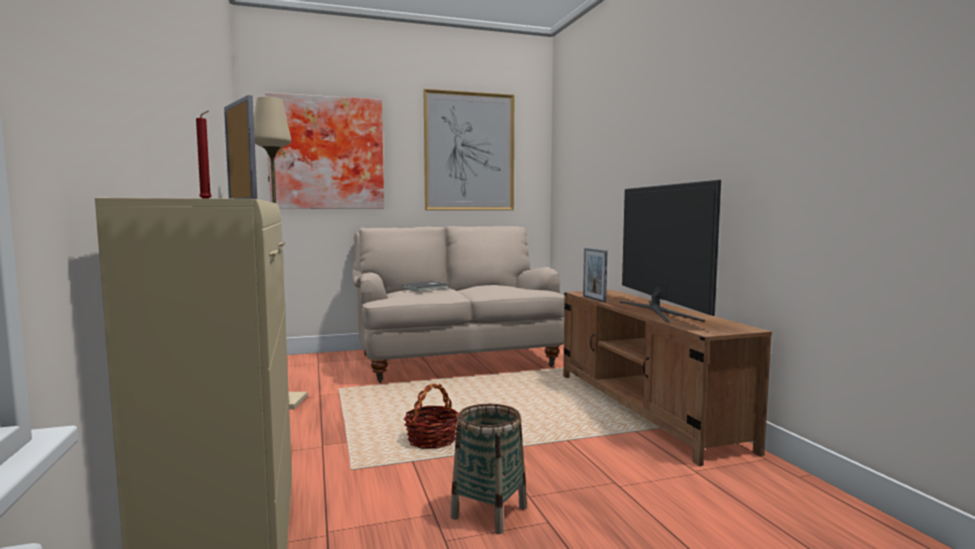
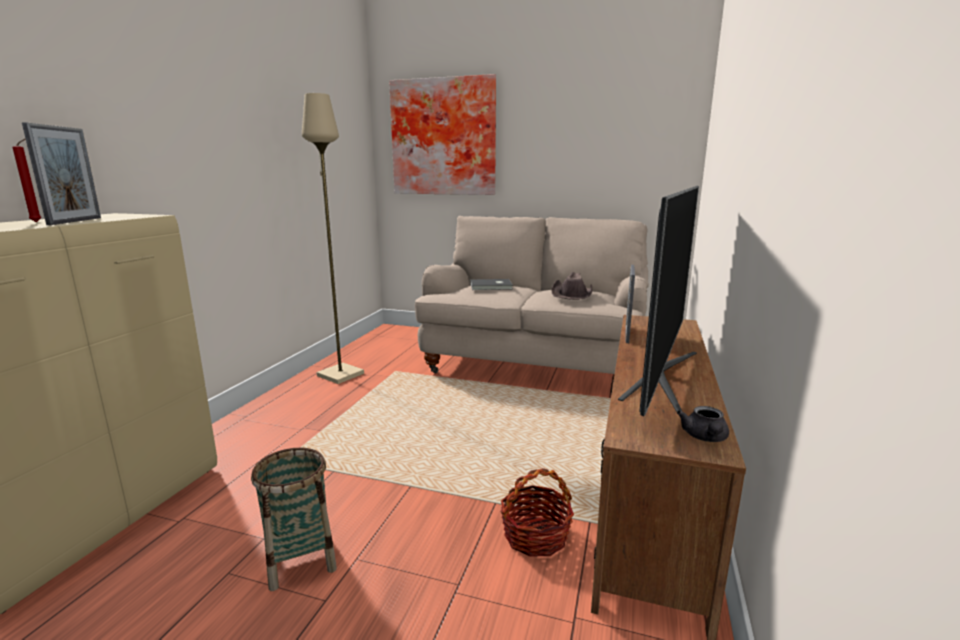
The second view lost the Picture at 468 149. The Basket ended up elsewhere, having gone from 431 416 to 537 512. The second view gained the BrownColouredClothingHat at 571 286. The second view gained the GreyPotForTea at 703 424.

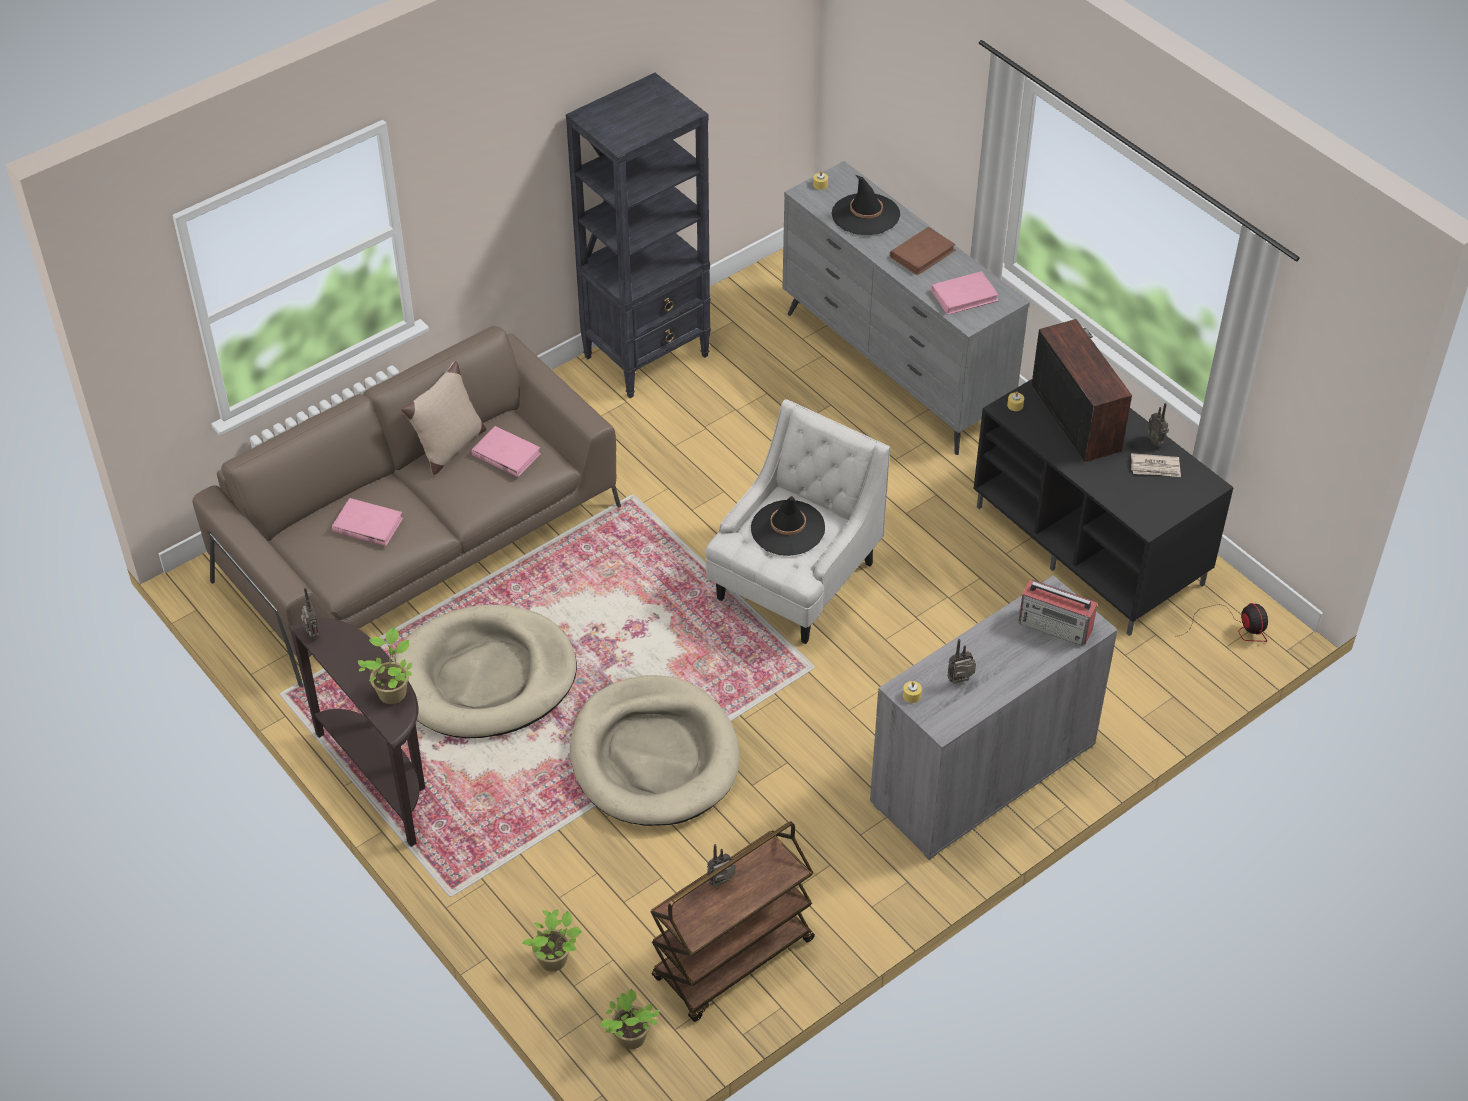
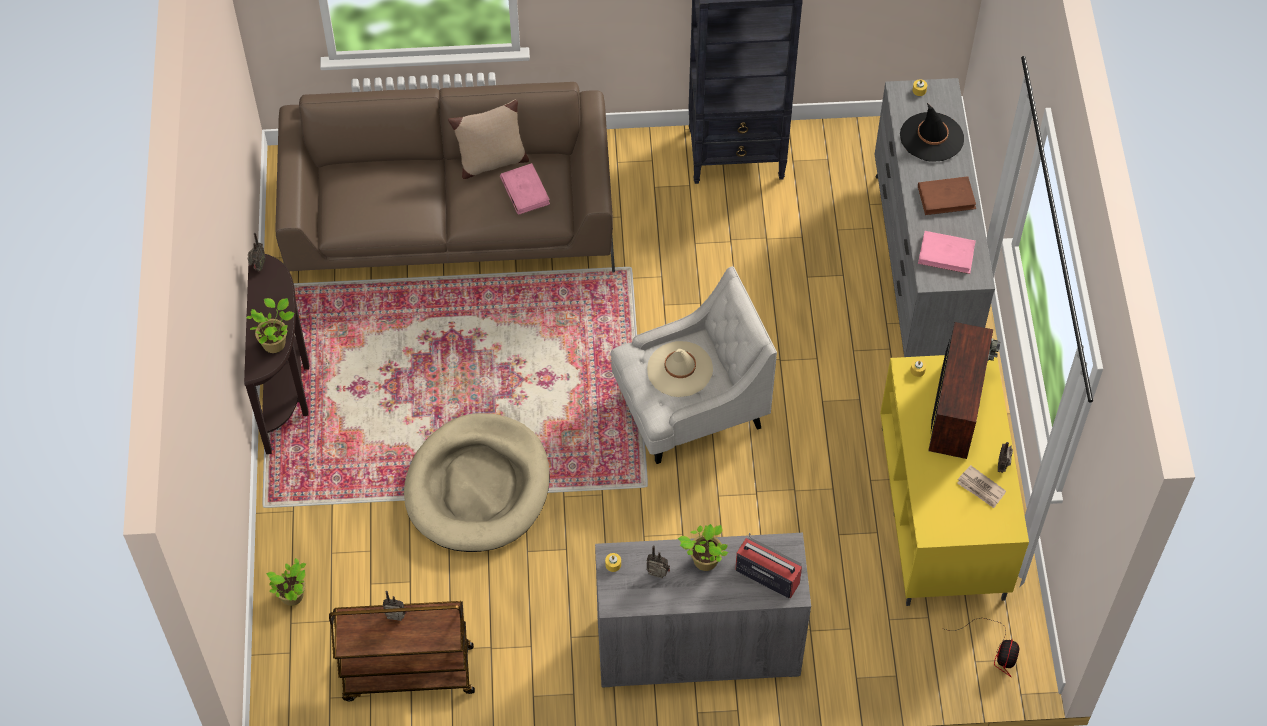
What was the BlackColouredMediaConsole at 1104 507 turned into the YellowMediaConsole at 954 479. What was the BlackColouredClothingHat at 788 526 turned into the SandColouredClothingHat at 680 369. The second view lost the PinkBoundBook at 367 522. The RadioReceiver at 1058 613 ended up facing another way, 150 degrees clockwise from before. The second view lost the SandColouredDogBed at 485 671. The PlantInAPot ended up elsewhere, having gone from 629 1019 to 703 547.

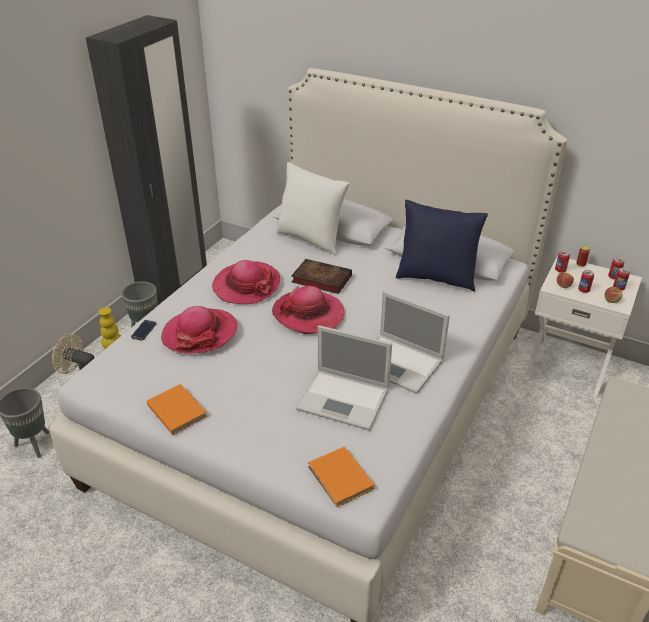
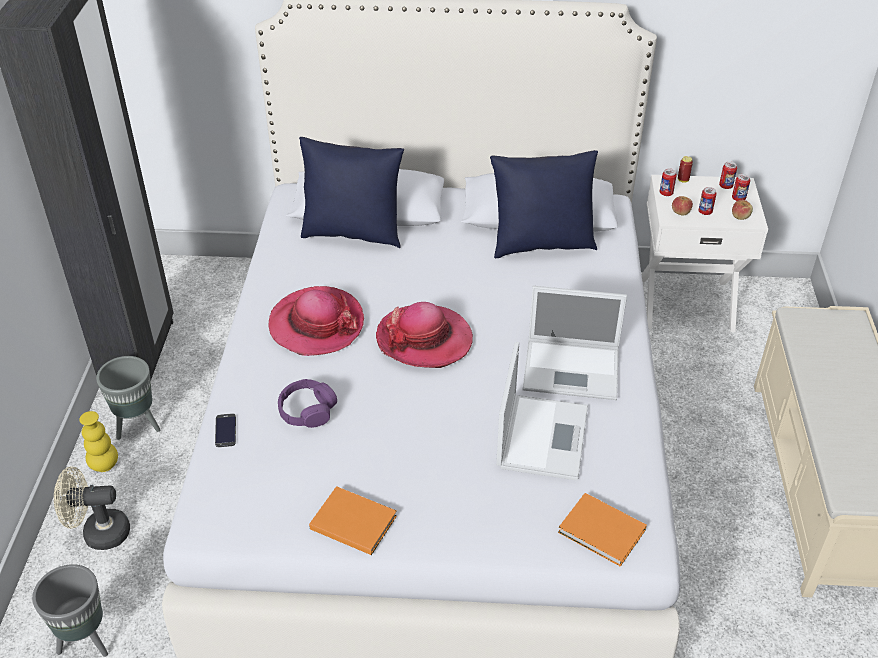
What was the WhitishCushion at 313 208 turned into the BlueColouredCushion at 351 192. The second view lost the BoundBook at 321 276. Where the ClothingHat stood at 199 330, the PurplishPairOfHeadphones came to stand at 307 403. The PortableComputer at 344 378 ended up facing another way, 75 degrees counterclockwise from before.

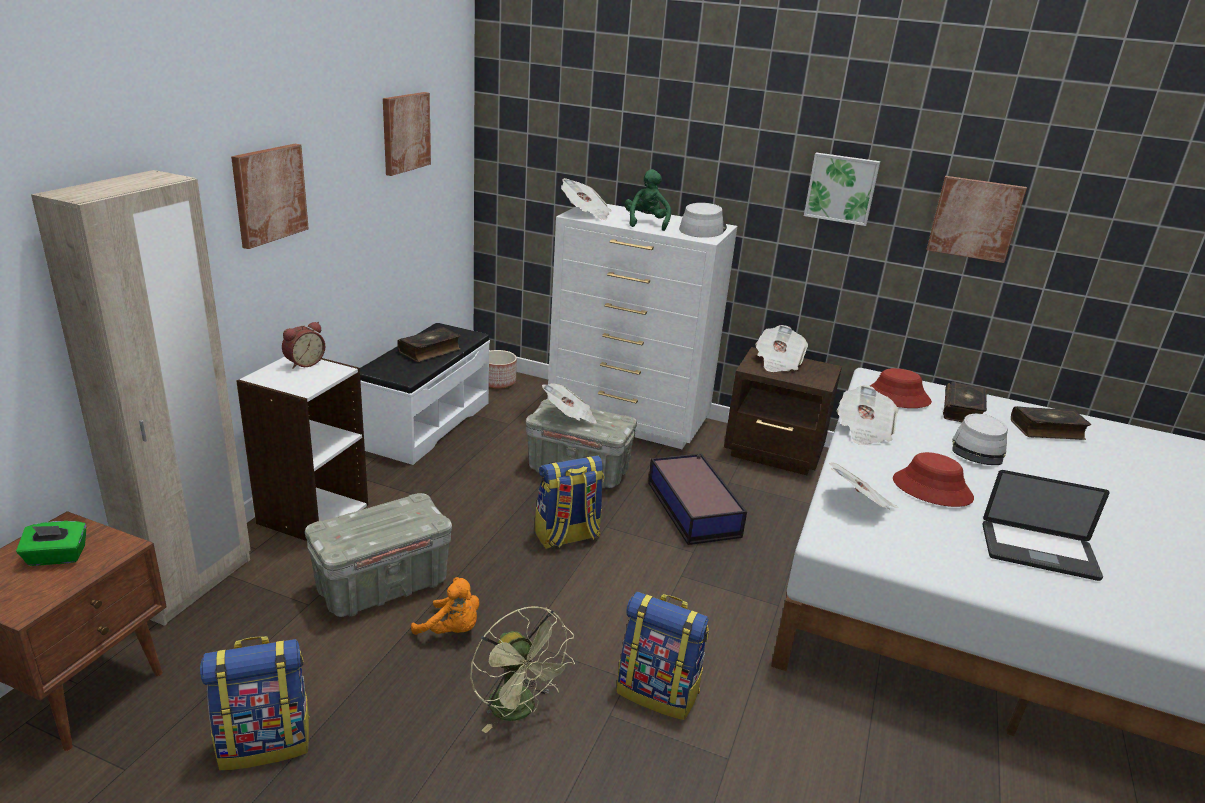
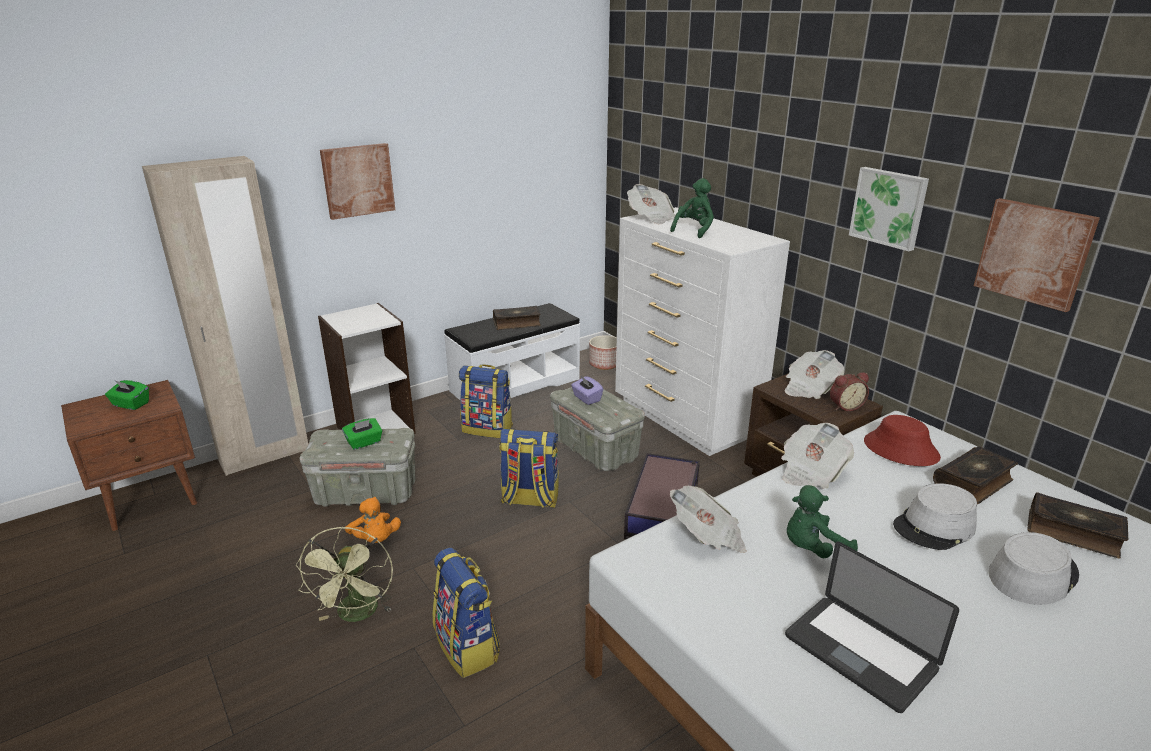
The second view lost the Picture at 407 134. The GreyClothingHat ended up elsewhere, having gone from 703 220 to 1034 568. The BedsideClock ended up elsewhere, having gone from 303 345 to 849 391. Where the DailyPaper stood at 569 403, the PurplishTissueBox came to stand at 587 390. Where the ReddishClothingHat stood at 933 479, the GreenColouredPlushToy came to stand at 822 521. The Rucksack ended up elsewhere, having gone from 255 703 to 486 401. The second view gained the GreenColouredTissueBox at 362 434.

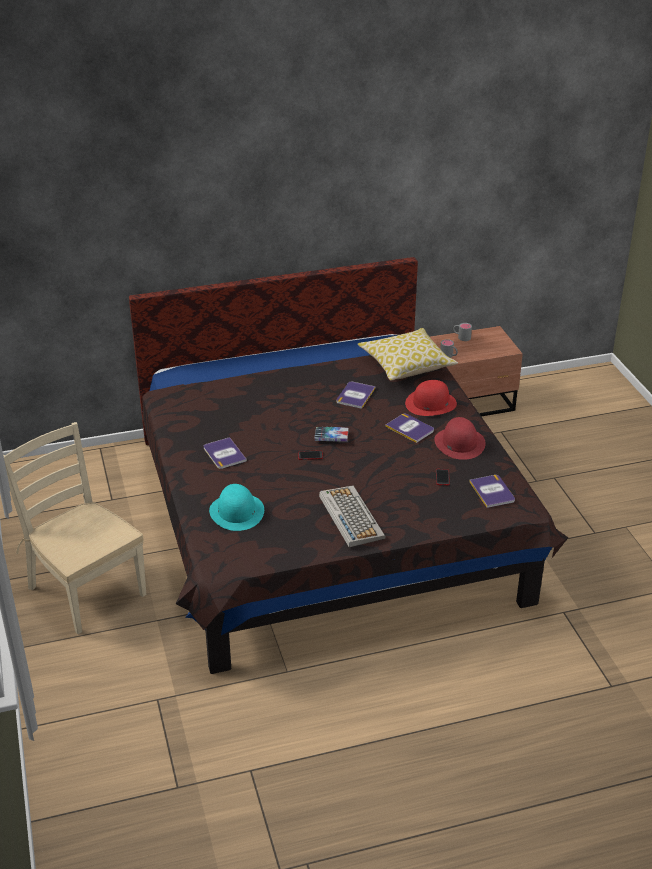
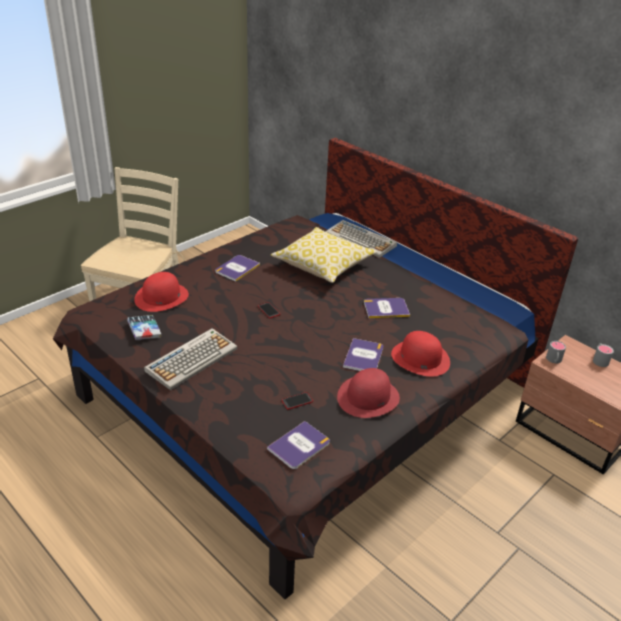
The Cushion ended up elsewhere, having gone from 407 354 to 324 255. The BoundBook ended up elsewhere, having gone from 331 434 to 144 327. What was the TurquoiseClothingHat at 236 507 turned into the ReddishClothingHat at 161 292. The second view gained the Keyboard at 361 239.

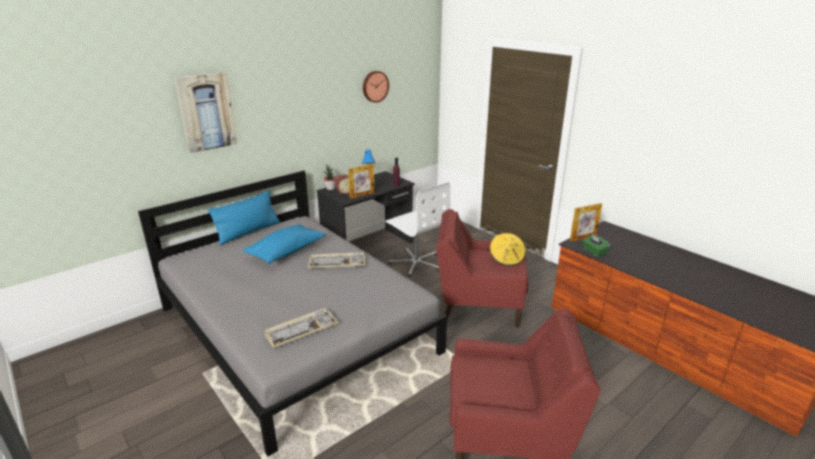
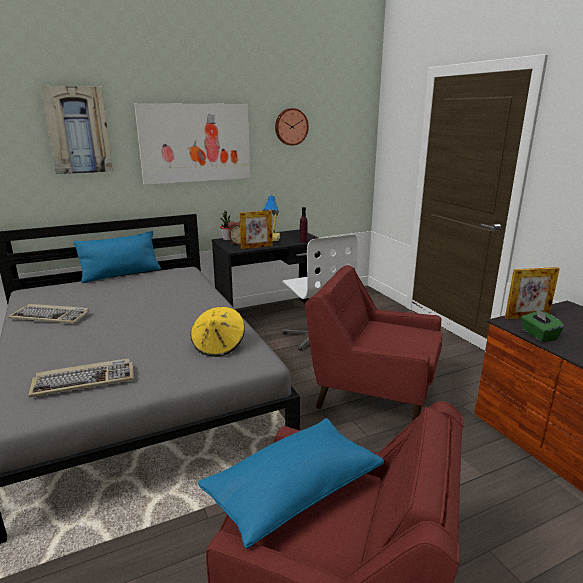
The BlueColouredCushion ended up elsewhere, having gone from 284 244 to 291 483. The YellowClothingHat ended up elsewhere, having gone from 508 249 to 218 332. The Keyboard ended up elsewhere, having gone from 337 260 to 48 314. The second view gained the Picture at 192 144.

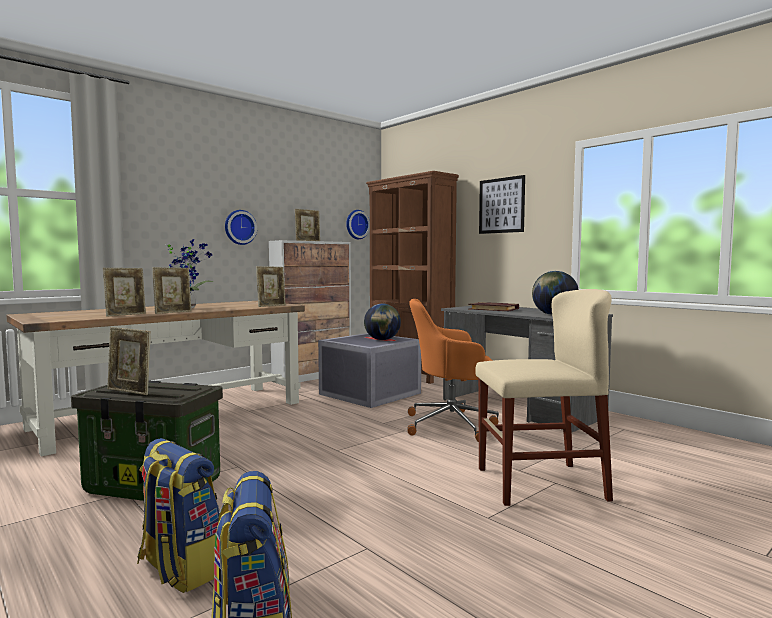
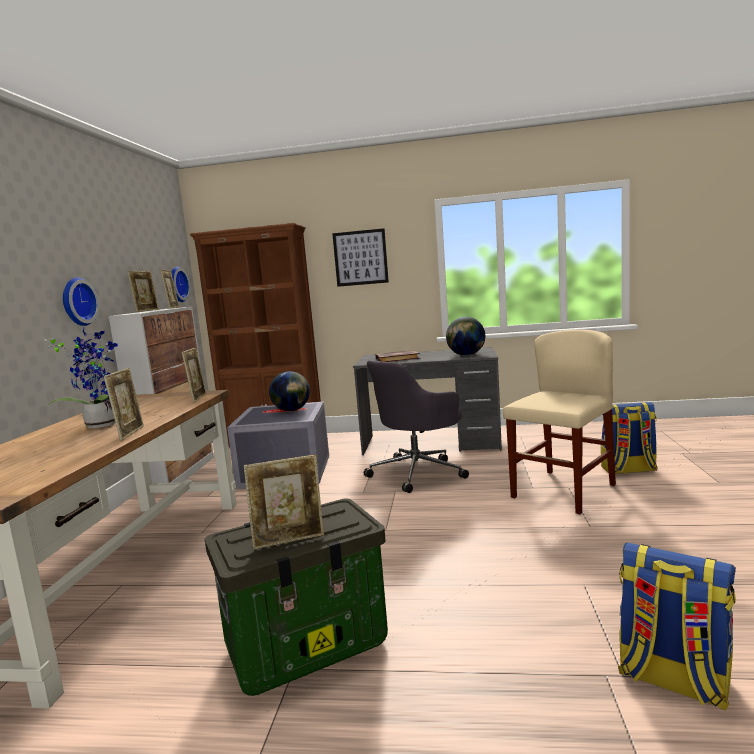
The StandingFrame ended up elsewhere, having gone from 124 292 to 169 289. What was the OrangeColouredOfficeChair at 453 370 turned into the GreyOfficeChair at 416 426. The Rucksack ended up elsewhere, having gone from 178 515 to 629 438.

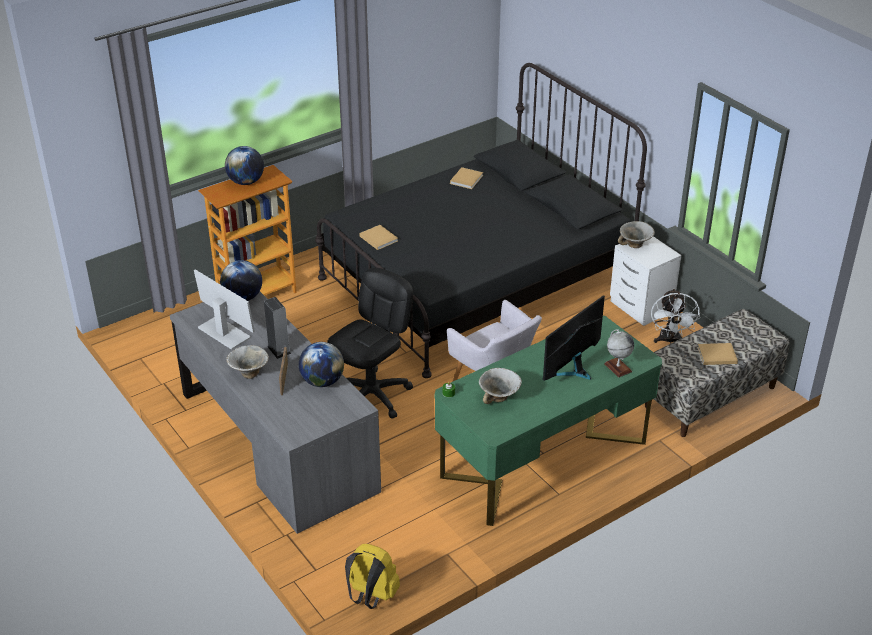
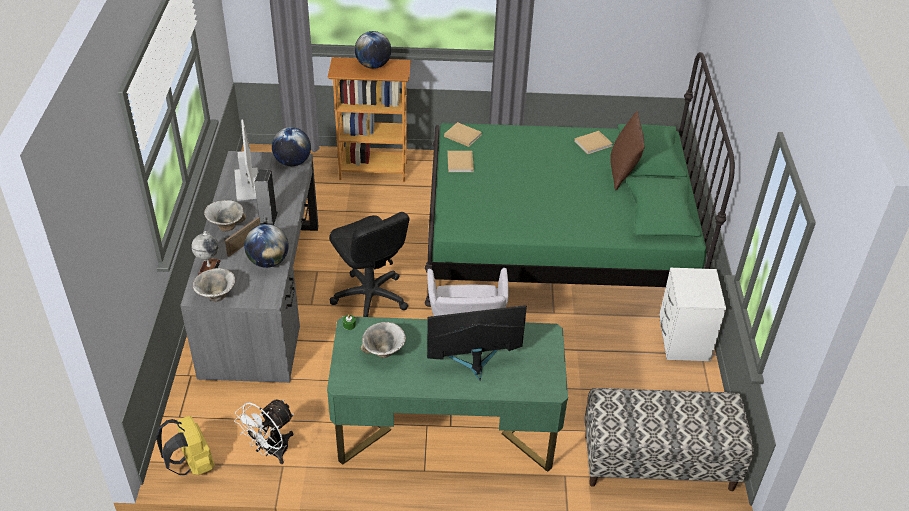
What was the BlackColouredBed at 481 220 turned into the GreenColouredBed at 580 179. The Bowl ended up elsewhere, having gone from 636 234 to 214 285. The BlackColouredOfficeChair at 370 343 ended up facing another way, 75 degrees clockwise from before. The WhitishCoolingFan ended up elsewhere, having gone from 675 316 to 264 431. The DeskGlobe ended up elsewhere, having gone from 619 353 to 206 253. The SandColouredBoundBook ended up elsewhere, having gone from 718 354 to 463 134. The second view gained the BrownColouredCushion at 627 150.

